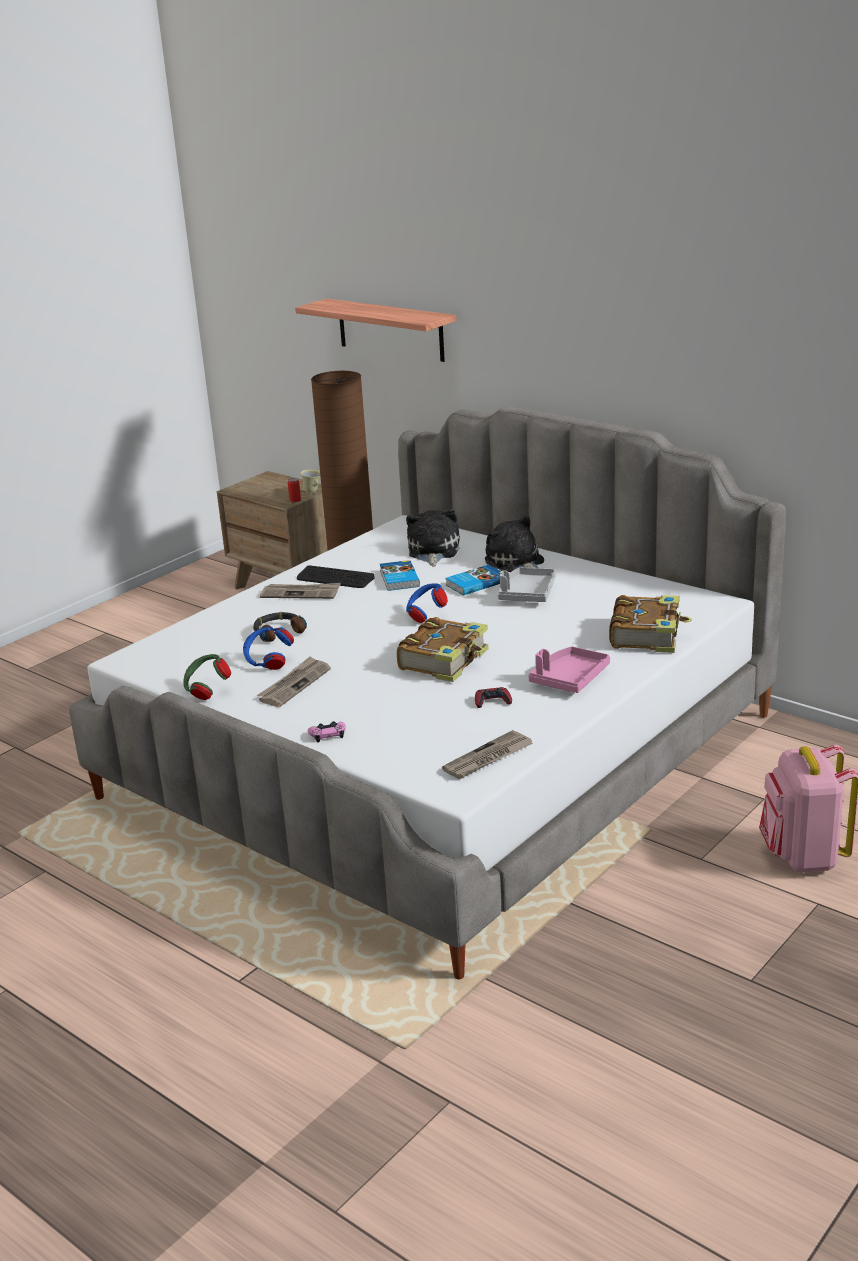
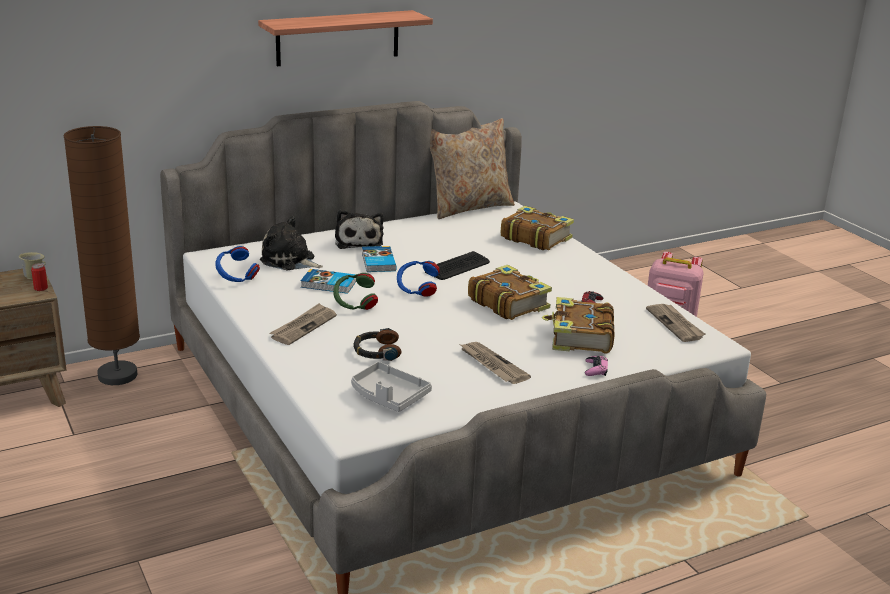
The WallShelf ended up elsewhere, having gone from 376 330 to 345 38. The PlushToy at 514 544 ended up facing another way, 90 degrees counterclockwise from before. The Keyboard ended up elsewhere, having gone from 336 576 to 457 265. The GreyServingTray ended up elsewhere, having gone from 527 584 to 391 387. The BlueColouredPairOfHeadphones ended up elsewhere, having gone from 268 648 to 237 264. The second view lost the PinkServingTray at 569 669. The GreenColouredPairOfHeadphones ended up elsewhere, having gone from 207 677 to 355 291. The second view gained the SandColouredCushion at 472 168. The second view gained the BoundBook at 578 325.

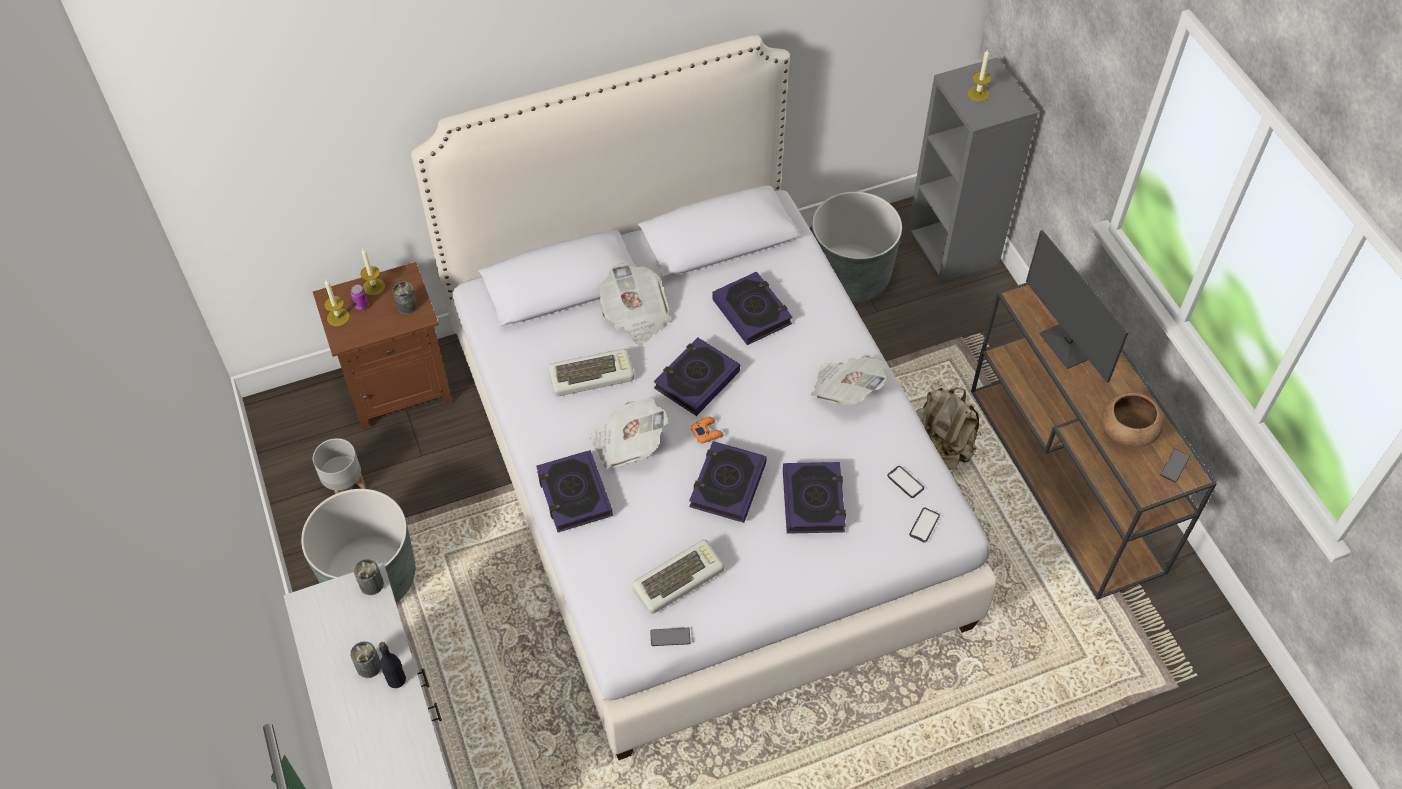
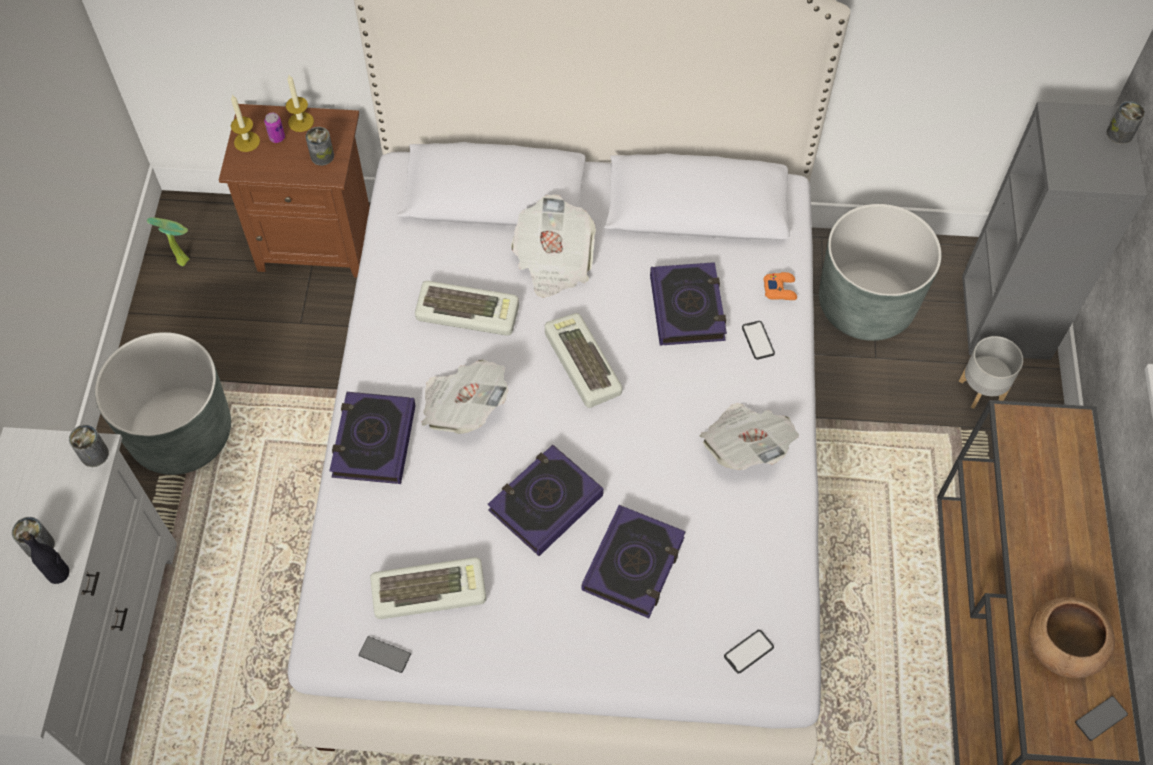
The second view lost the Candle at 979 76. The second view lost the ComputerScreen at 1077 306. Where the BoundBook stood at 697 377, the Keyboard came to stand at 583 360. The second view lost the SandColouredRucksack at 947 428. The OrangeColouredGamepad ended up elsewhere, having gone from 707 430 to 780 286. The GreyFlowerPot ended up elsewhere, having gone from 339 466 to 991 372. The Handset ended up elsewhere, having gone from 905 482 to 758 340. The second view gained the Can at 1126 122. The second view gained the PlantInAPot at 168 241.

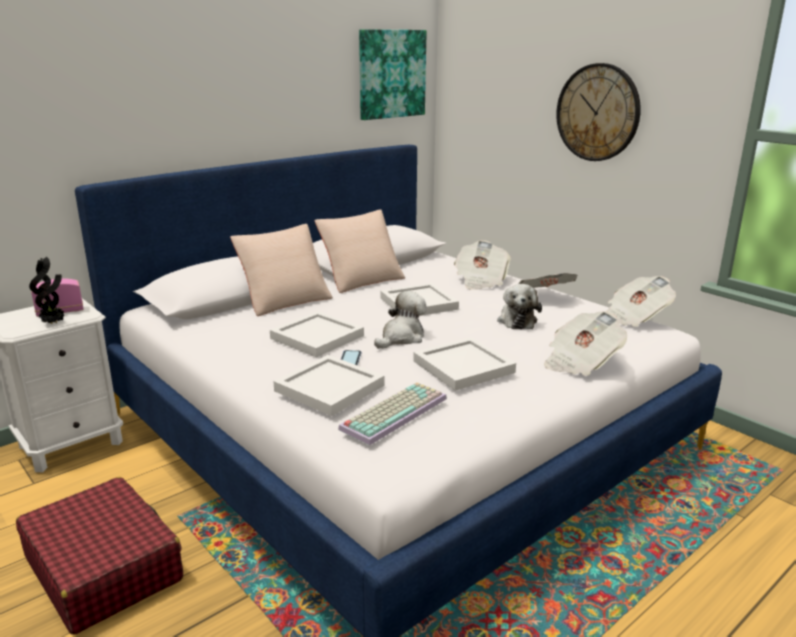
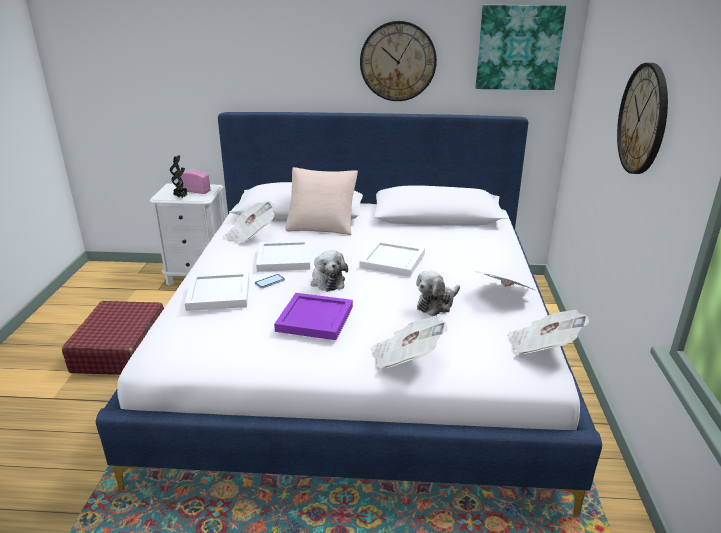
The second view lost the SandColouredCushion at 360 251. The DailyPaper ended up elsewhere, having gone from 482 265 to 248 222. The PlushToy at 400 320 ended up facing another way, 75 degrees clockwise from before. What was the WhitishServingTray at 464 364 turned into the PurplishServingTray at 313 316. The second view lost the Keyboard at 392 413. The second view gained the HangingClock at 398 61.

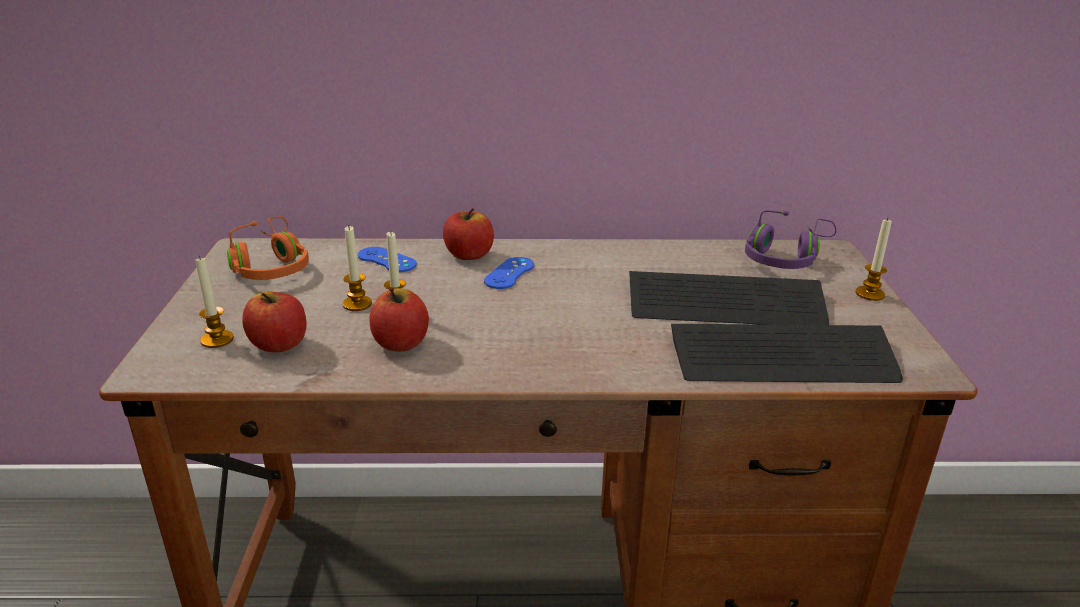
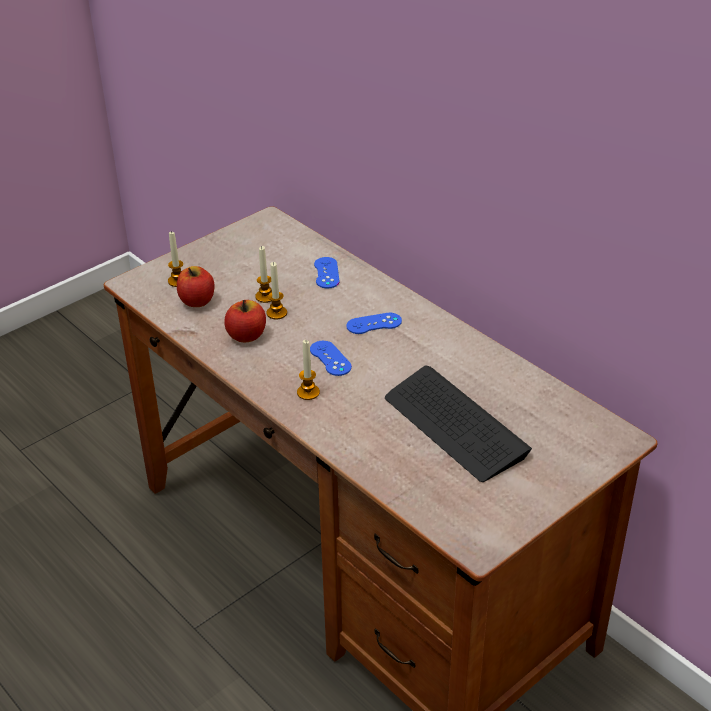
The second view lost the WholeApple at 468 234. The second view lost the PurplishPairOfHeadphones at 791 239. The second view lost the OrangeColouredPairOfHeadphones at 268 248. The Candle ended up elsewhere, having gone from 874 259 to 308 370. The second view lost the Keyboard at 787 353. The second view gained the BlueColouredGamepad at 331 358.

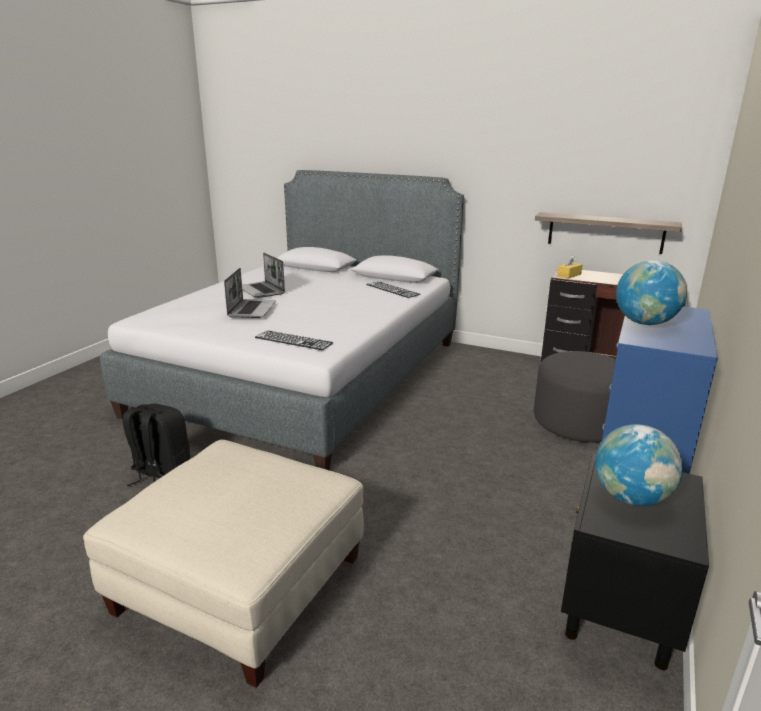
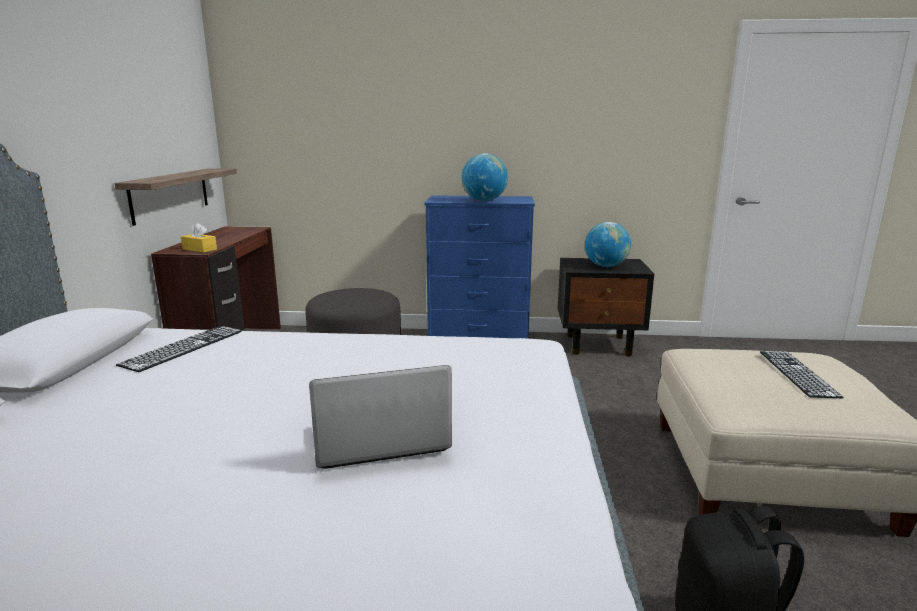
The second view lost the PortableComputer at 263 275. The Keyboard ended up elsewhere, having gone from 294 340 to 802 374.

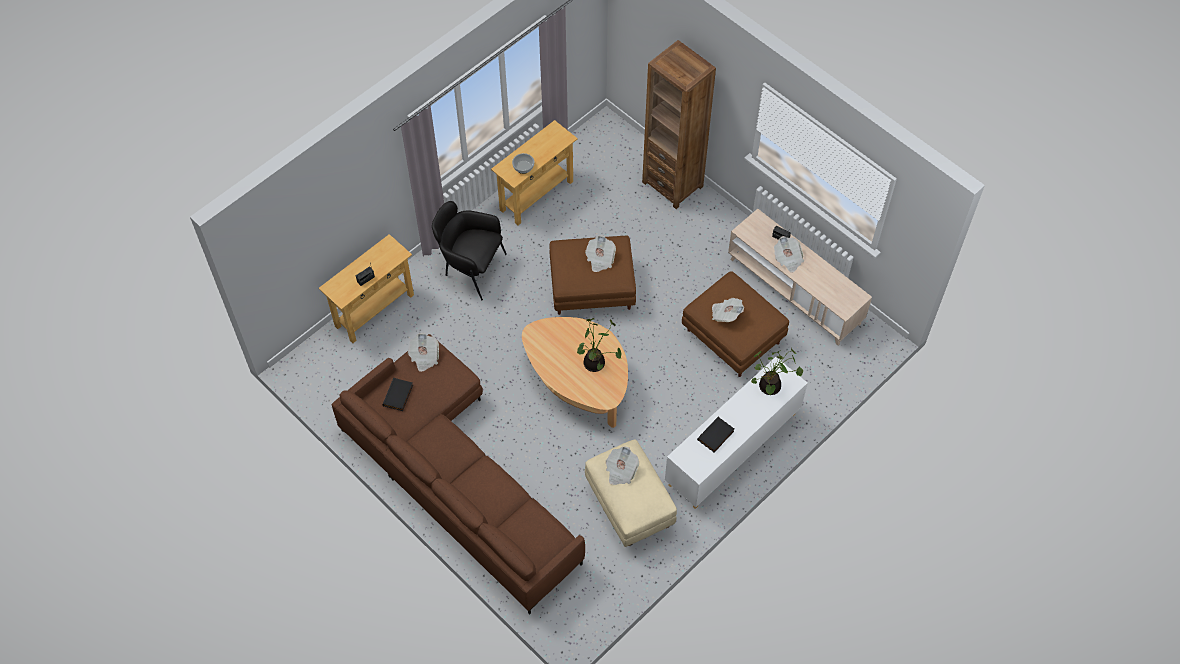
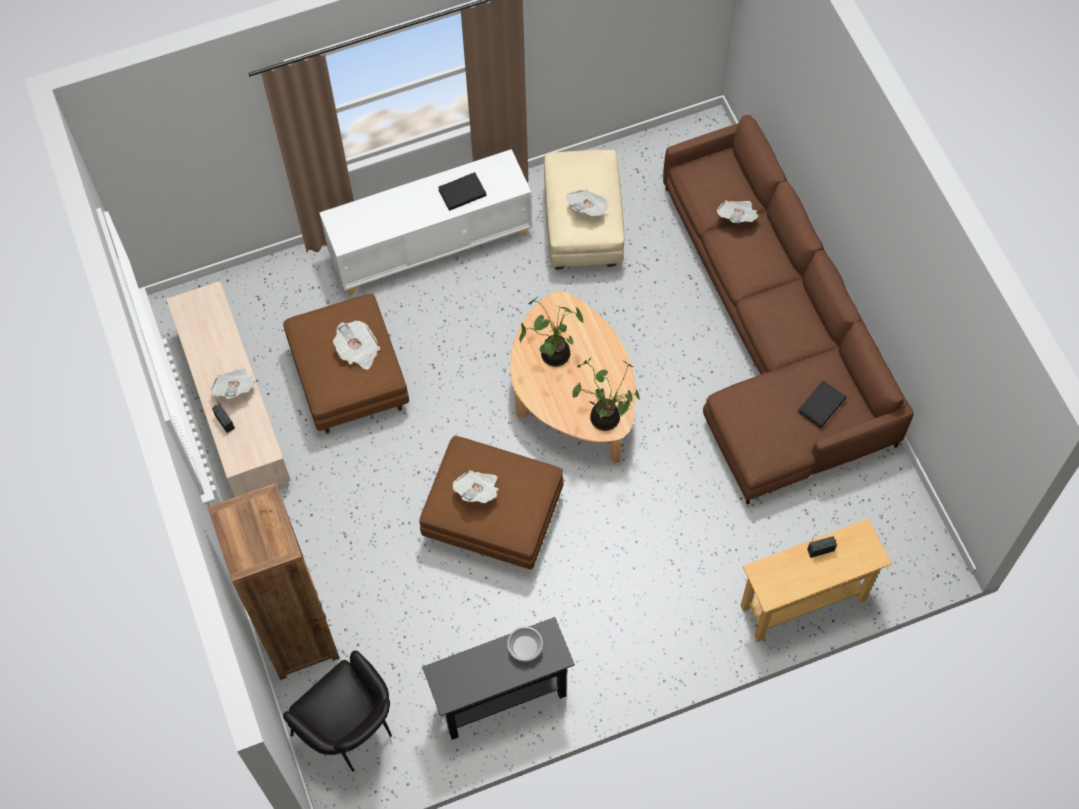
What was the SandColouredConsoleTable at 534 172 turned into the BlackColouredConsoleTable at 498 678. The BlackColouredArmchair ended up elsewhere, having gone from 469 250 to 337 711. The DailyPaper ended up elsewhere, having gone from 423 352 to 738 212. The PlantInAPot ended up elsewhere, having gone from 777 371 to 606 394.

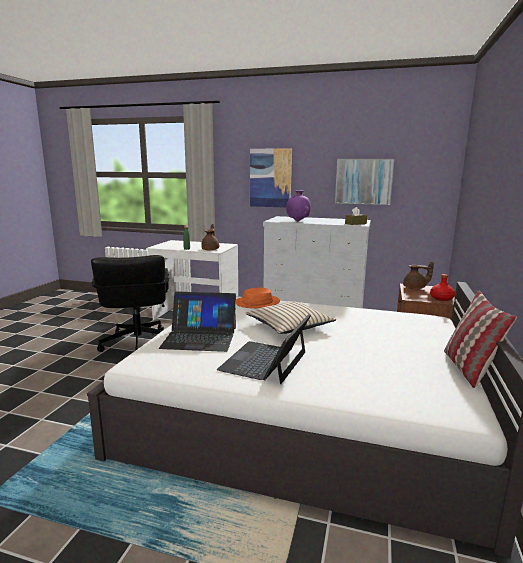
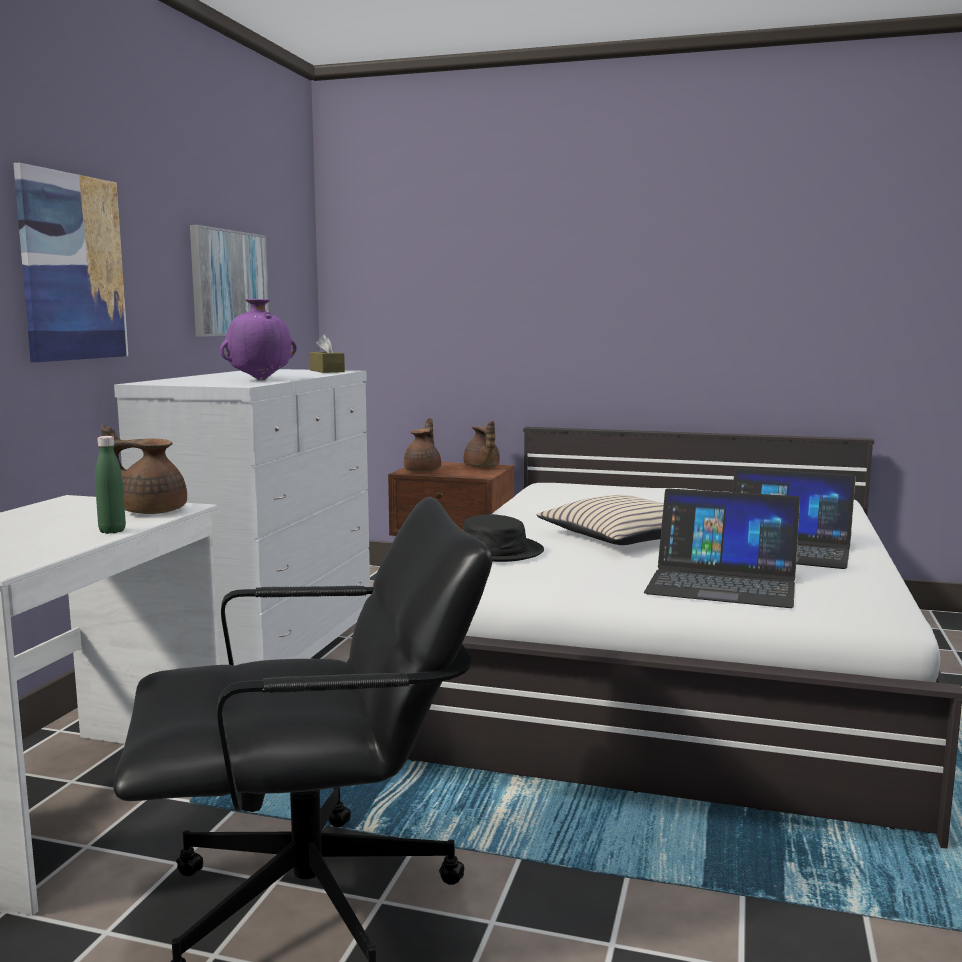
Where the ReddishBottle stood at 442 287, the BrownColouredPotForTea came to stand at 482 444. What was the OrangeColouredClothingHat at 258 297 turned into the BlackColouredClothingHat at 503 538. The second view lost the Cushion at 480 339. The PortableComputer at 197 322 ended up facing another way, 105 degrees clockwise from before.

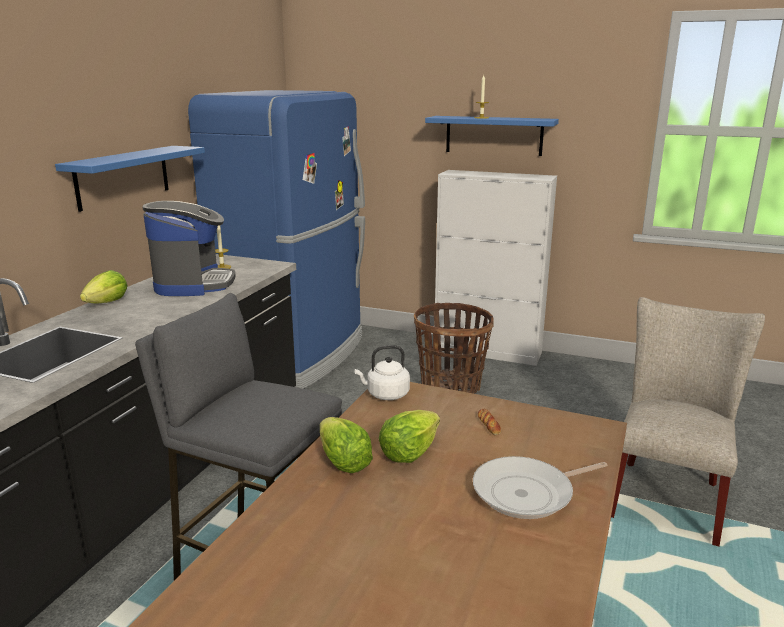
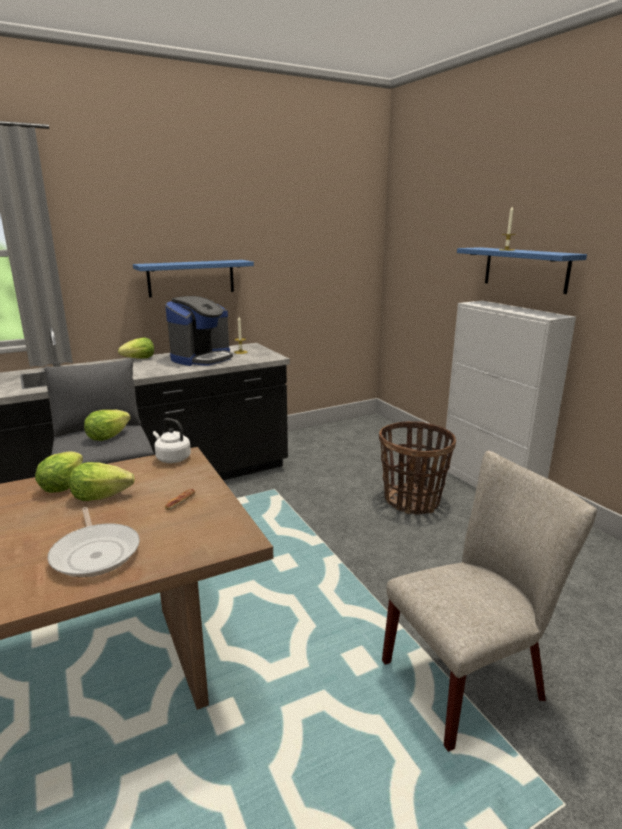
The second view lost the BlueColouredKitchenFridge at 276 239. The FryingPan at 540 487 ended up facing another way, 135 degrees counterclockwise from before. The second view gained the HeadOfLettuce at 107 425.

